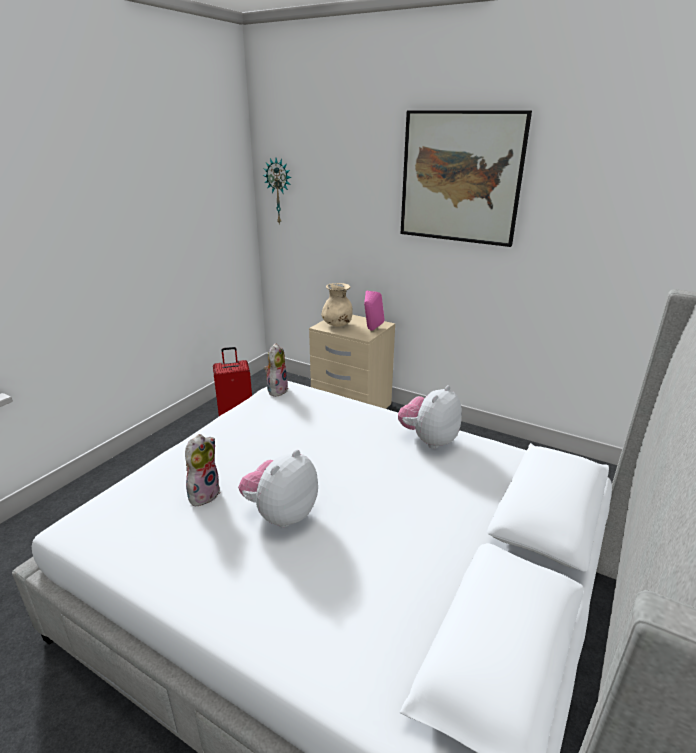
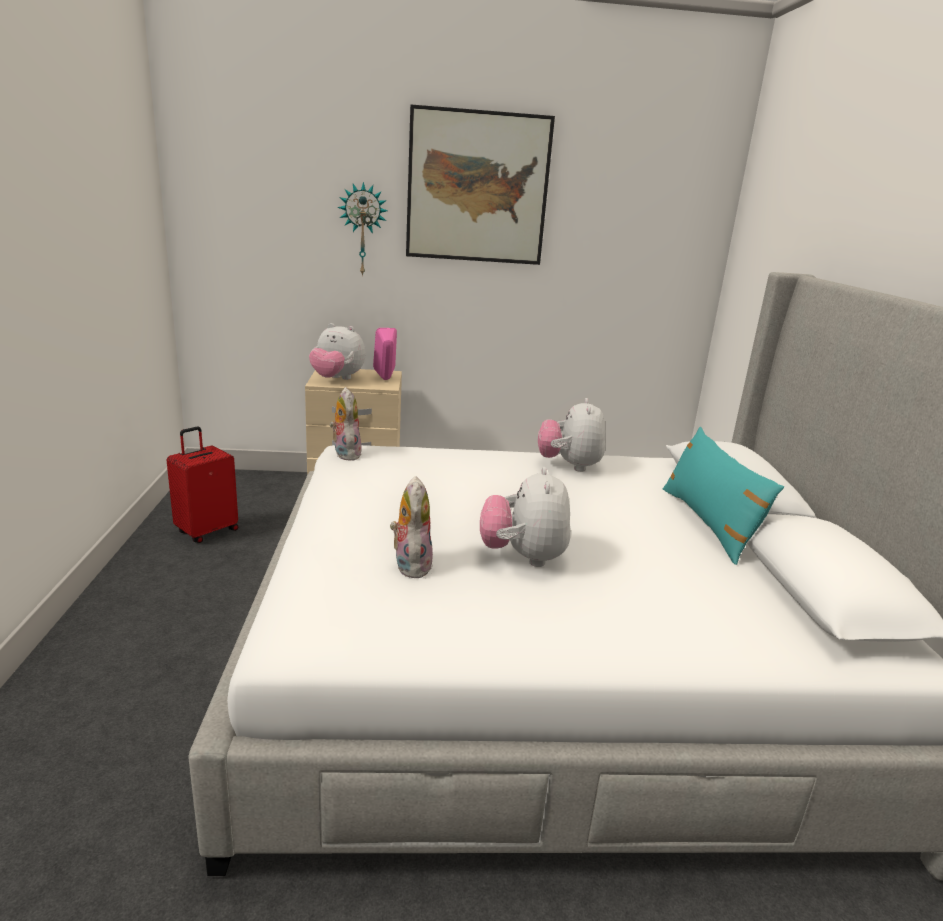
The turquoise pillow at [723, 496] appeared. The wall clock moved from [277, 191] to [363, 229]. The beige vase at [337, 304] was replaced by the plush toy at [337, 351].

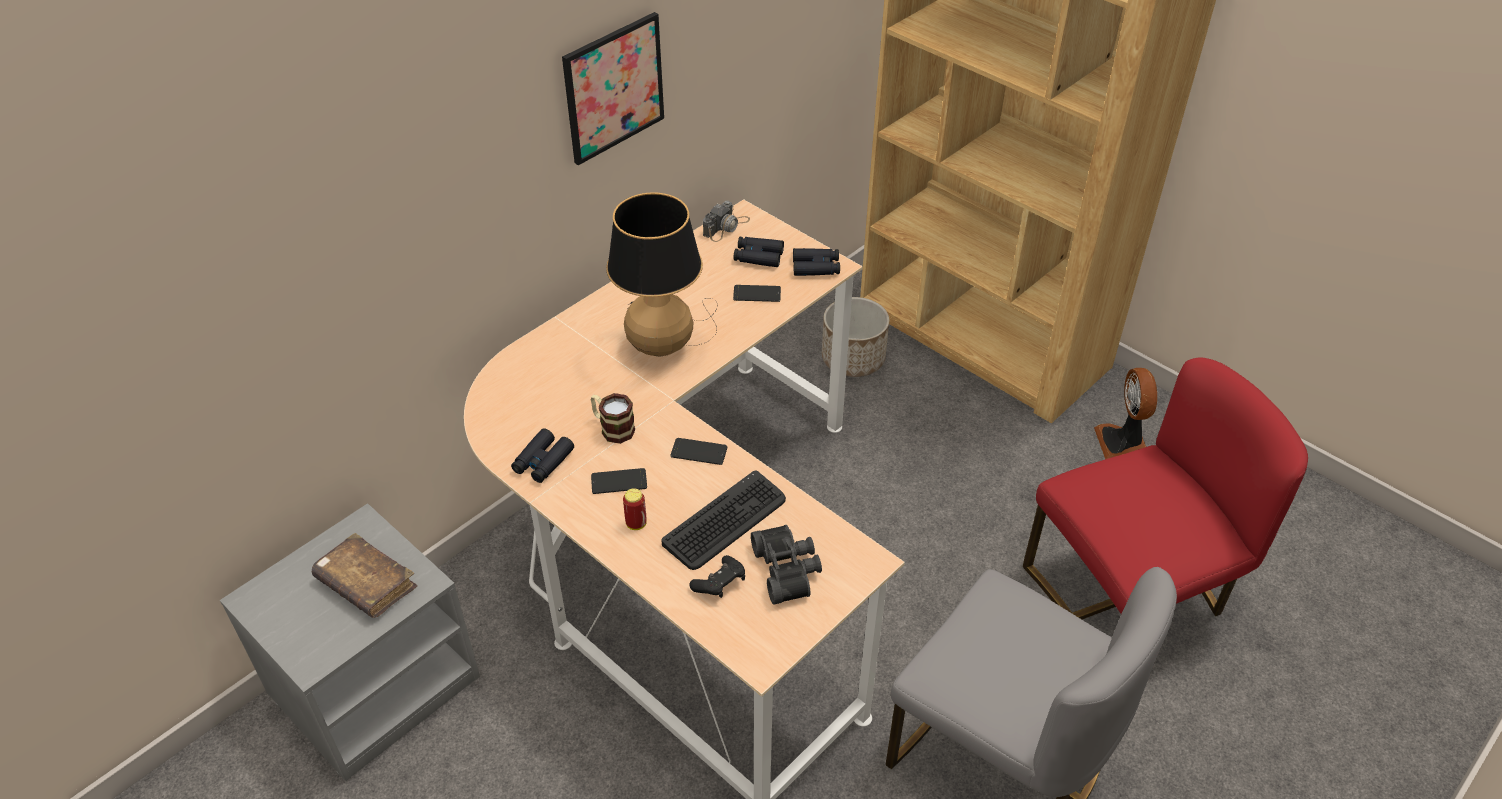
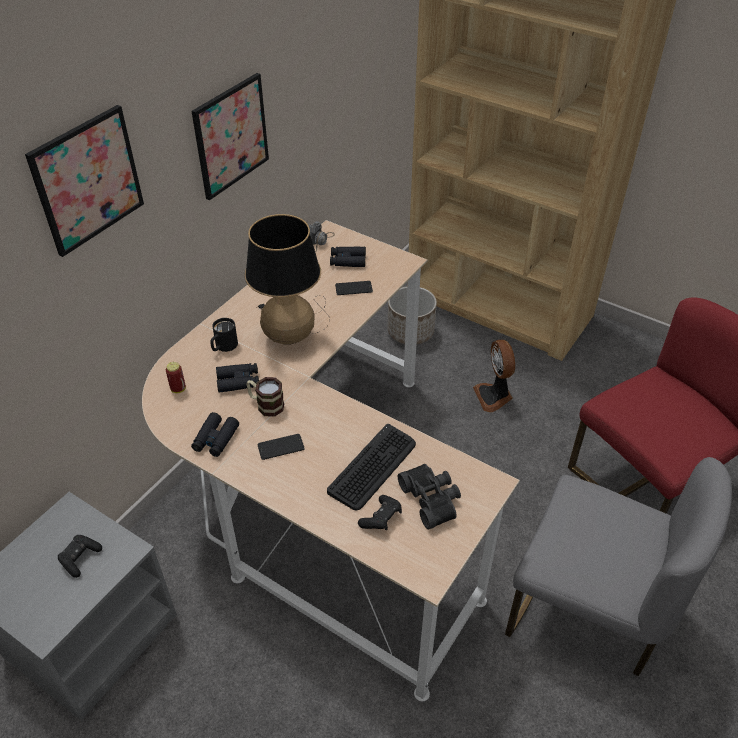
The phone at [698, 451] disappeared. The picture at [84, 181] appeared. The black mug at [224, 335] appeared. The can moved from [635, 509] to [176, 377]. The black binoculars moved from [816, 262] to [237, 378]. The fan moved from [1125, 413] to [494, 376]. The brown book at [365, 575] was replaced by the black game controller at [80, 556].

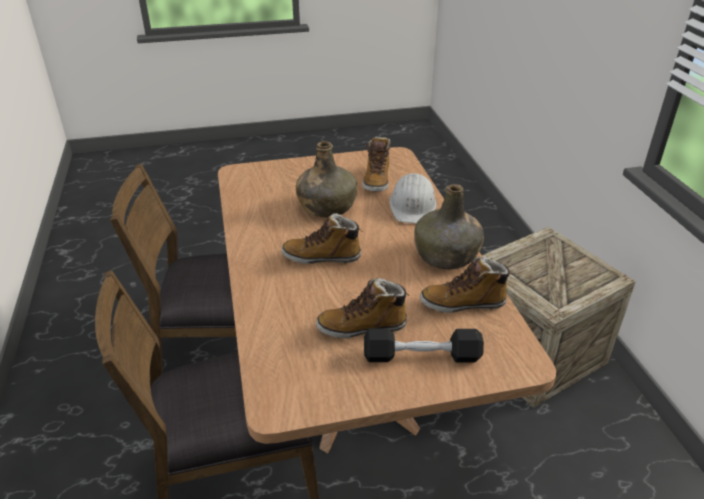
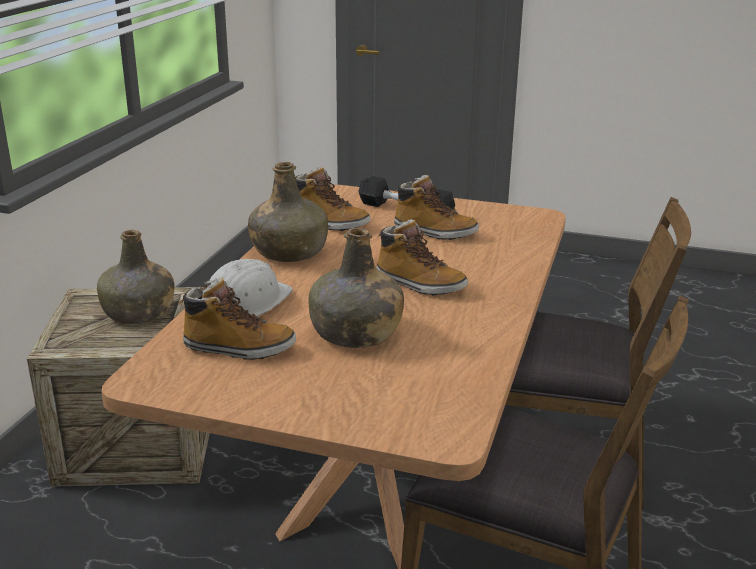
The green bottle at [136, 277] appeared. The boot at [376, 164] turned 60 degrees clockwise.

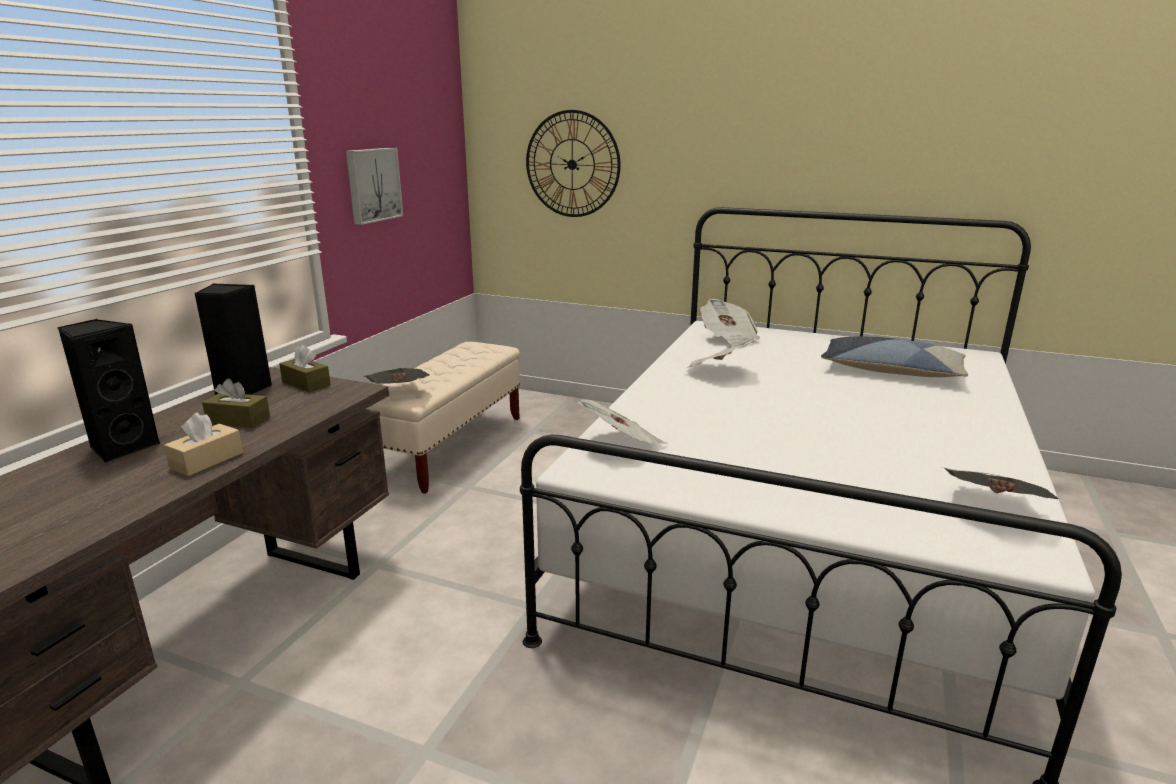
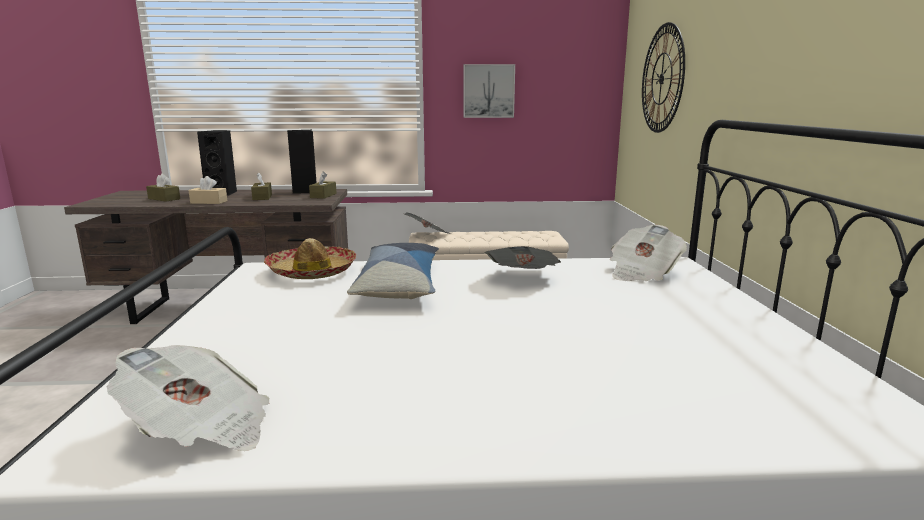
The brown tissue box at [163, 187] appeared. The pillow moved from [894, 357] to [393, 271]. The newspaper at [622, 421] was replaced by the hat at [310, 258].

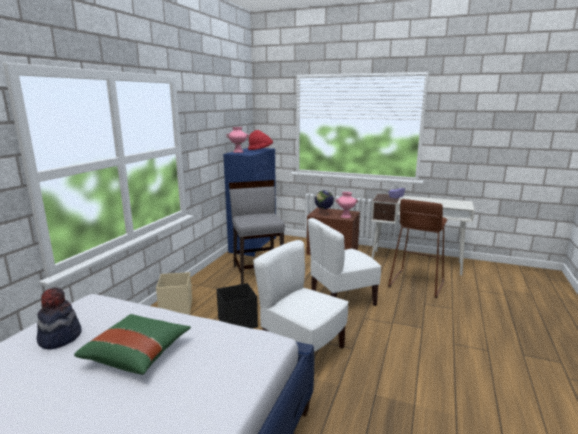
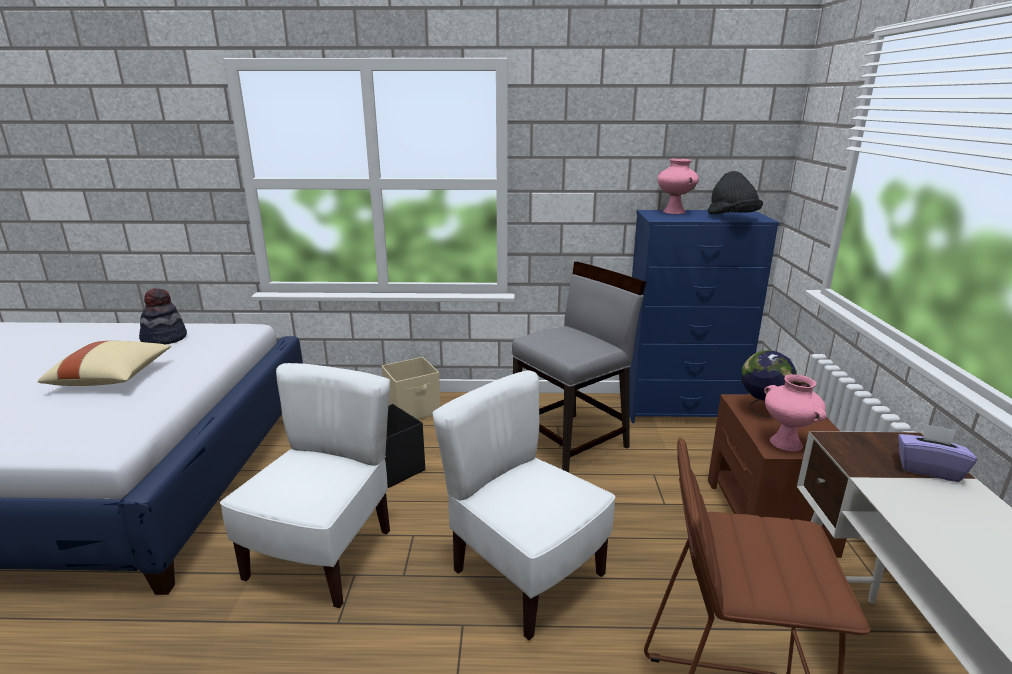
The green pillow at [132, 344] became the beige pillow at [104, 363]. The red hat at [260, 140] became the black hat at [735, 192].

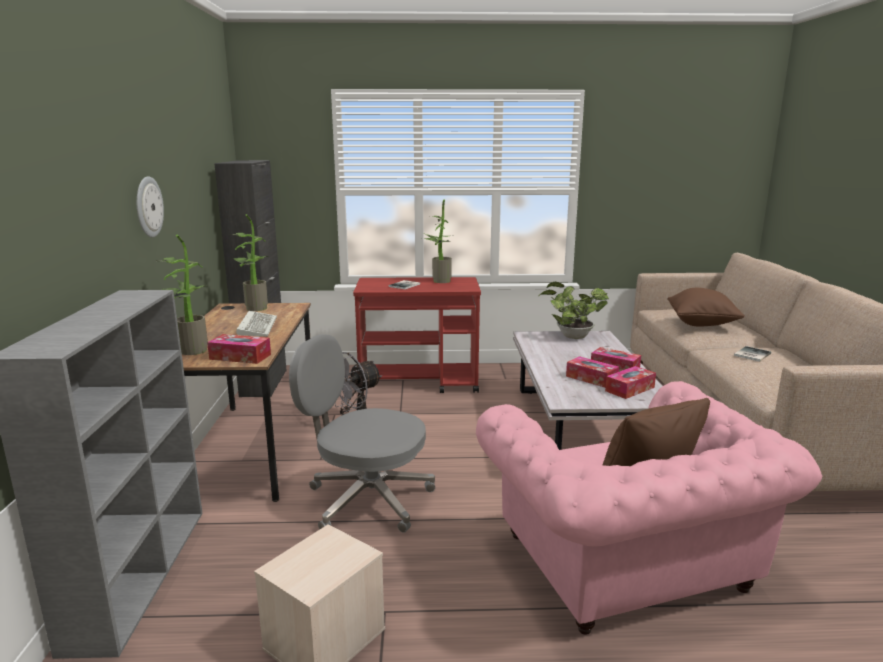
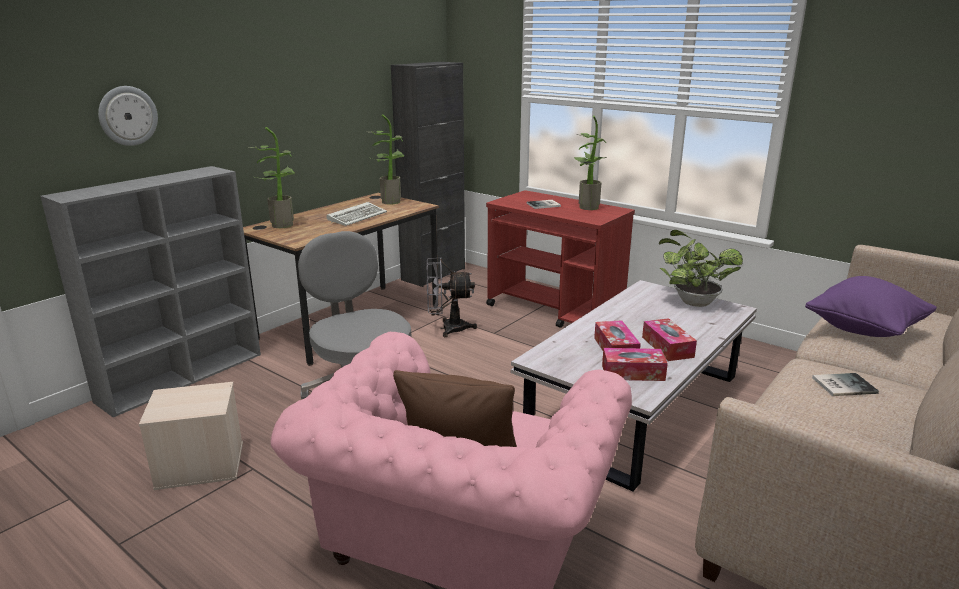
The tissue box at [239, 349] disappeared. The wall clock moved from [150, 207] to [128, 116]. The brown pillow at [706, 307] became the purple pillow at [871, 306].

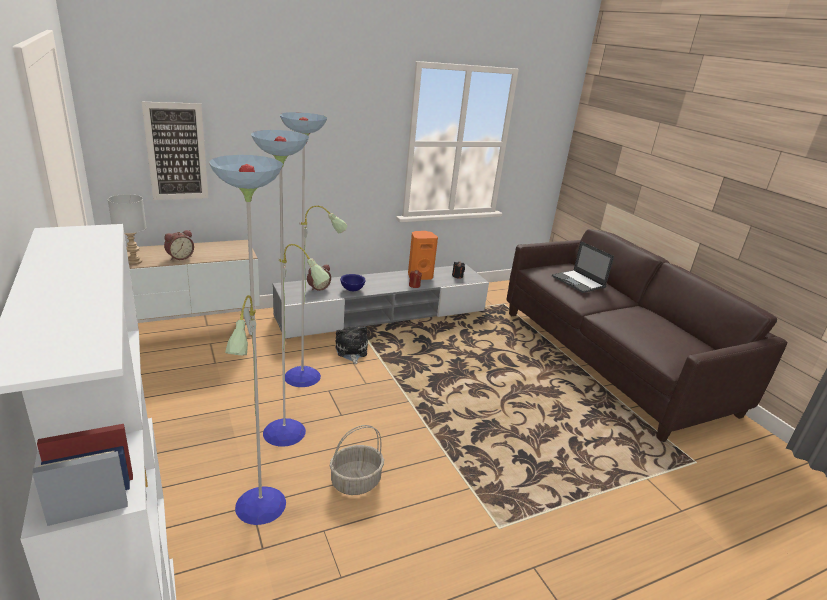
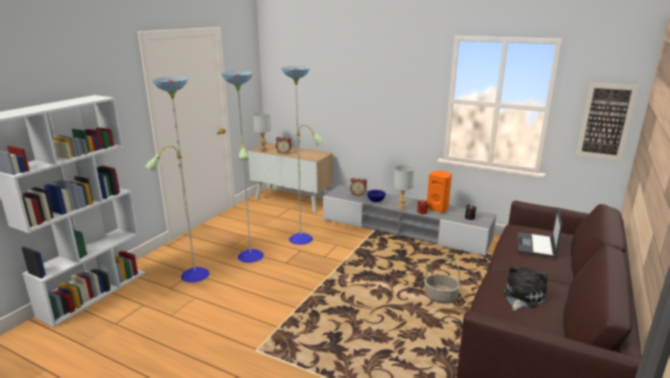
The grey table lamp at [404, 187] appeared. The picture moved from [175, 151] to [607, 122]. The basket moved from [357, 460] to [442, 279]. The plush toy moved from [351, 345] to [525, 288].

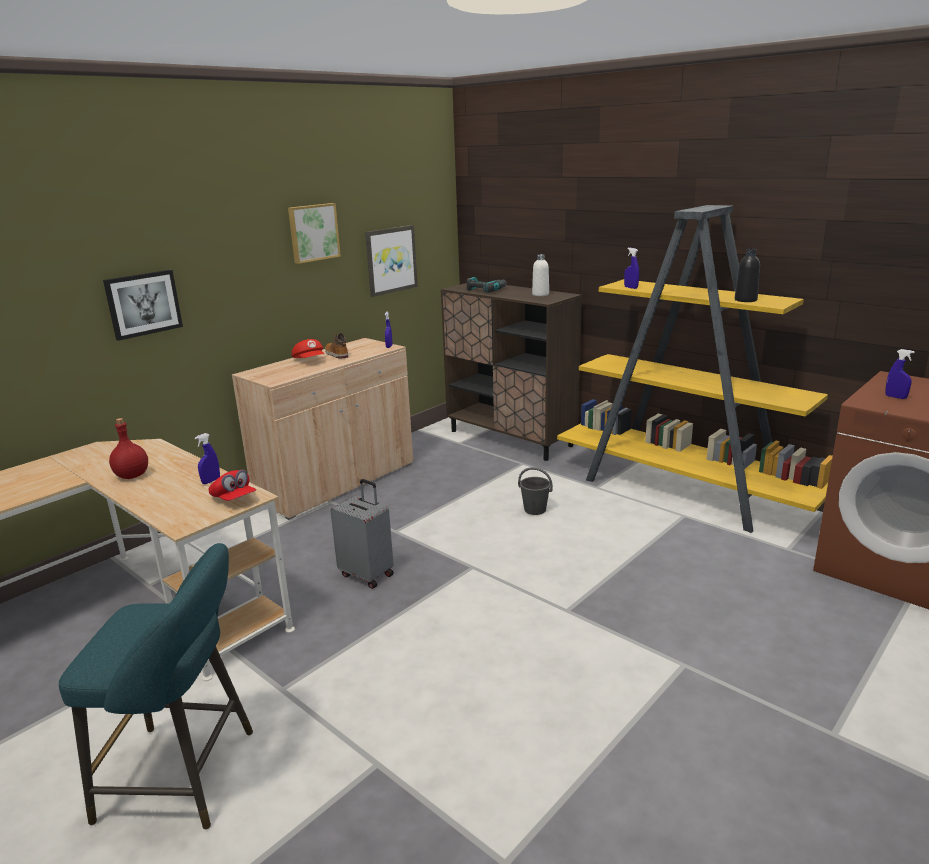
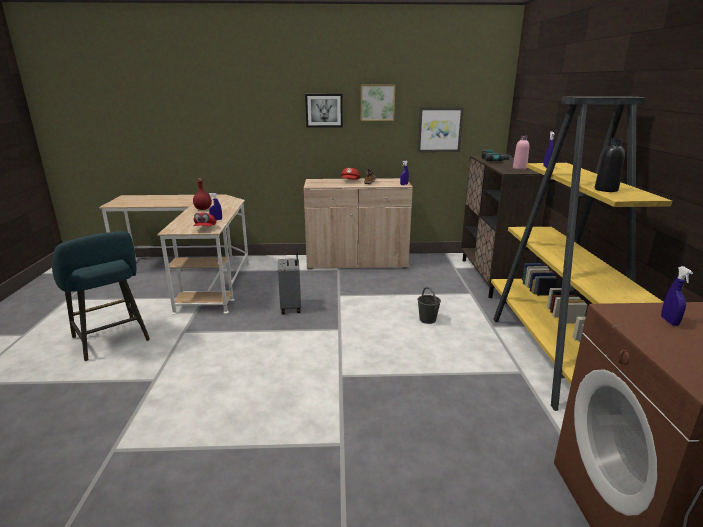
The picture moved from [143, 305] to [324, 111]. The white bottle at [540, 275] became the pink bottle at [521, 152].

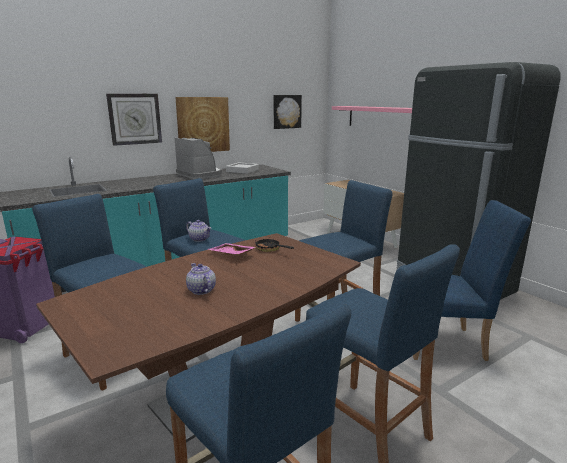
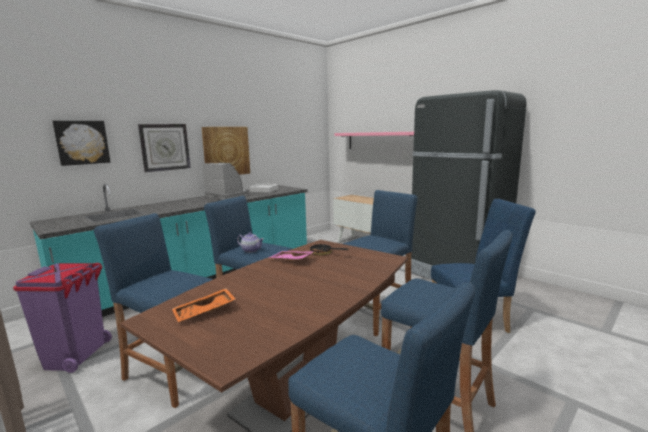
The teapot at [201, 279] disappeared. The orange tray at [204, 305] appeared. The picture moved from [287, 112] to [81, 143].

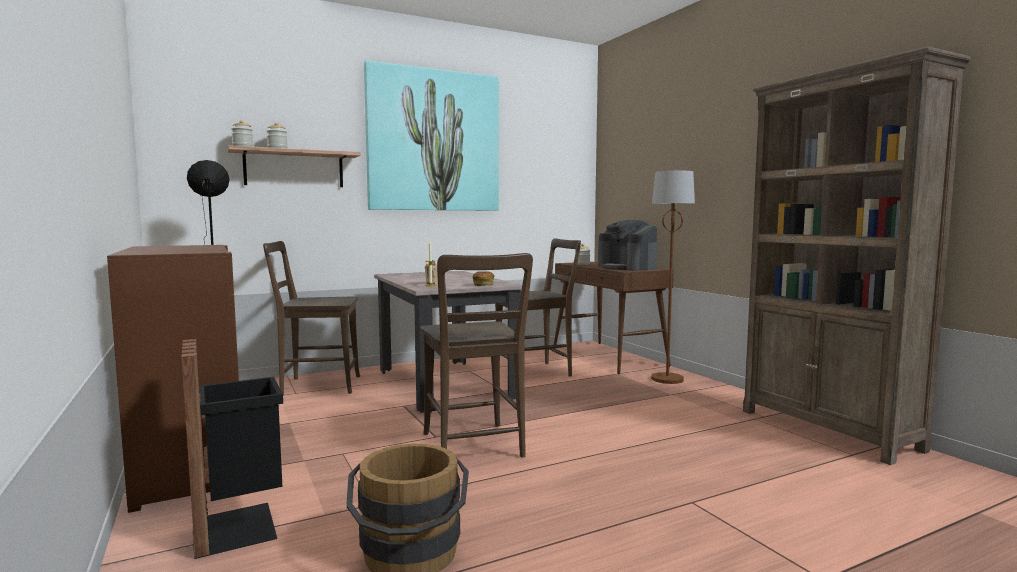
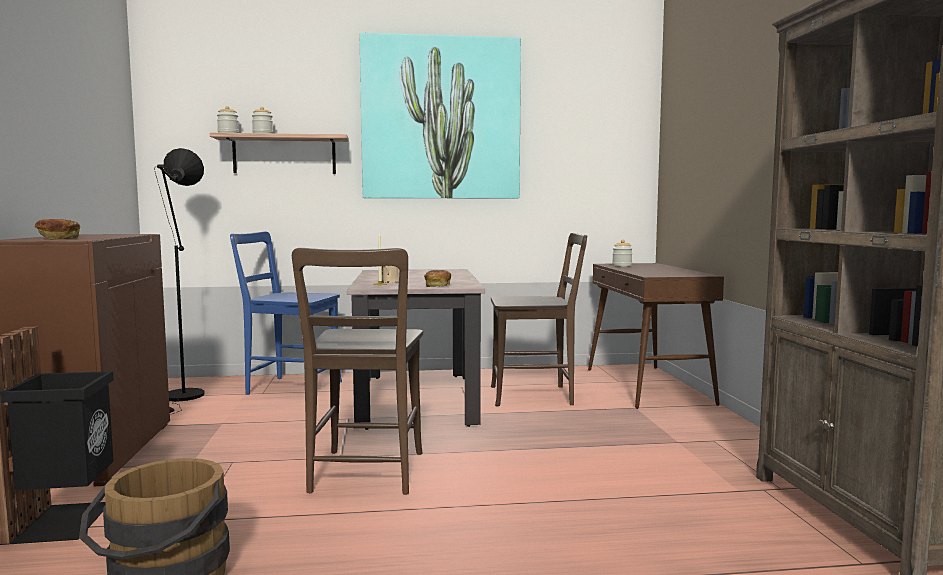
The coffee machine at [627, 245] disappeared. The brown floor lamp at [673, 277] disappeared. The bread at [57, 229] appeared. The brown chair at [311, 318] became the blue chair at [286, 313].

